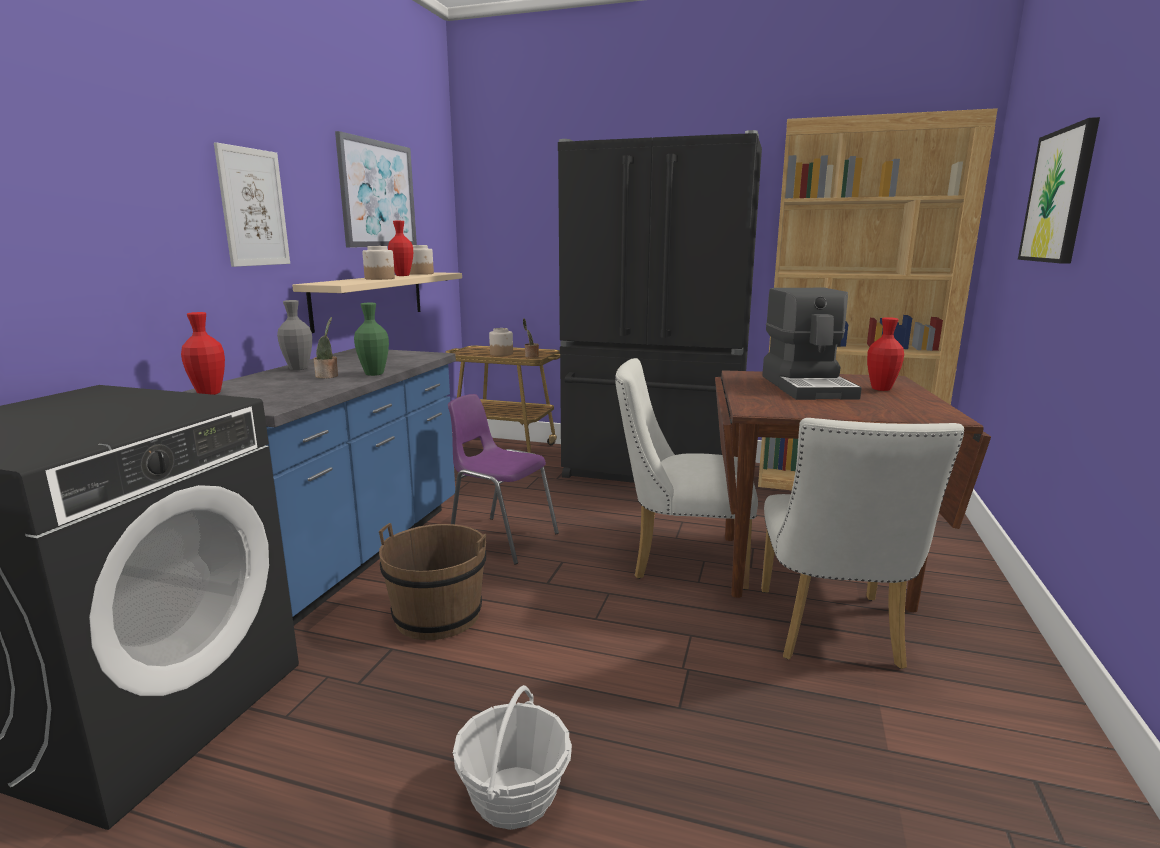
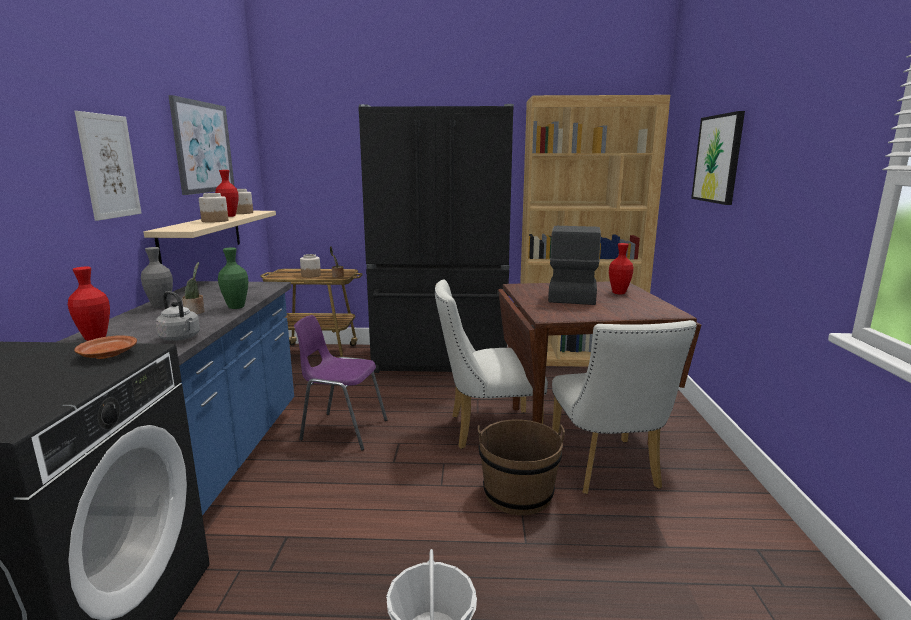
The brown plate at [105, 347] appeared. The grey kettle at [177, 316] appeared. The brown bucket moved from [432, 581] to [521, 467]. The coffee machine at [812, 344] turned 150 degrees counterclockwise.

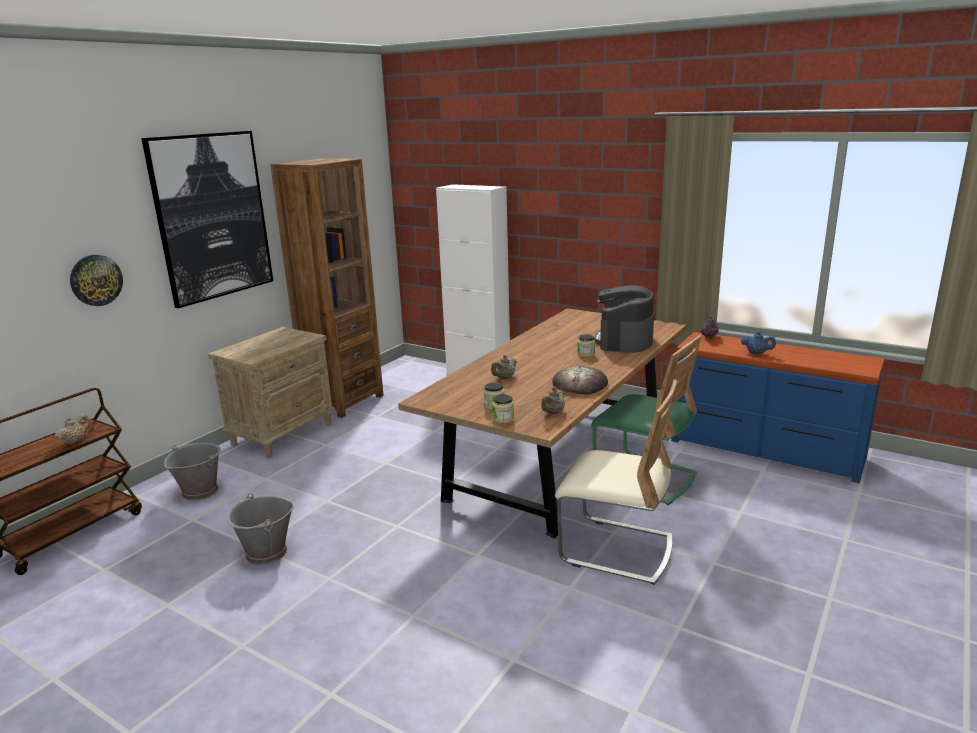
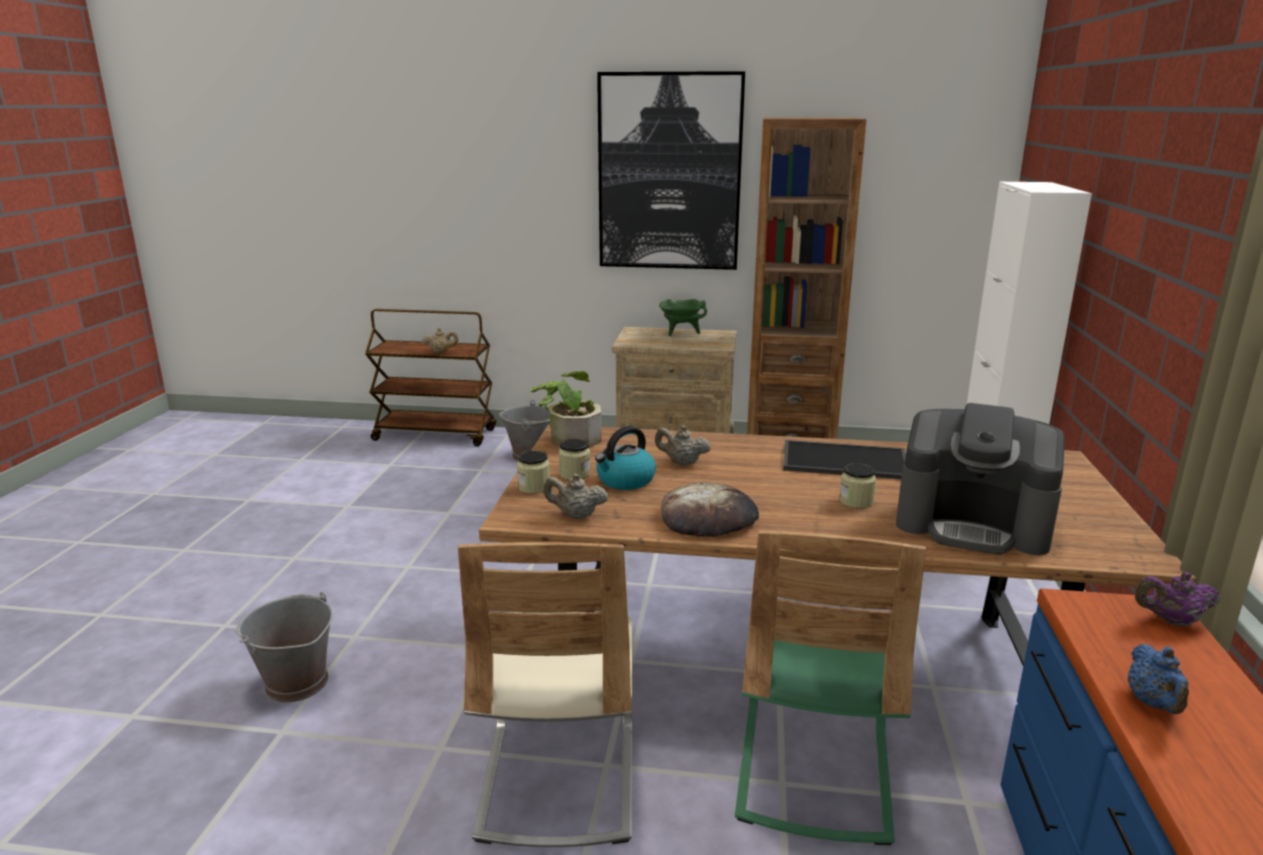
The wall clock at [96, 280] disappeared. The potted plant at [566, 409] appeared. The kettle at [625, 458] appeared. The green cooking pot at [683, 317] appeared. The tray at [844, 459] appeared. The grey bucket moved from [260, 529] to [283, 647]. The coffee machine at [624, 319] turned 150 degrees counterclockwise.

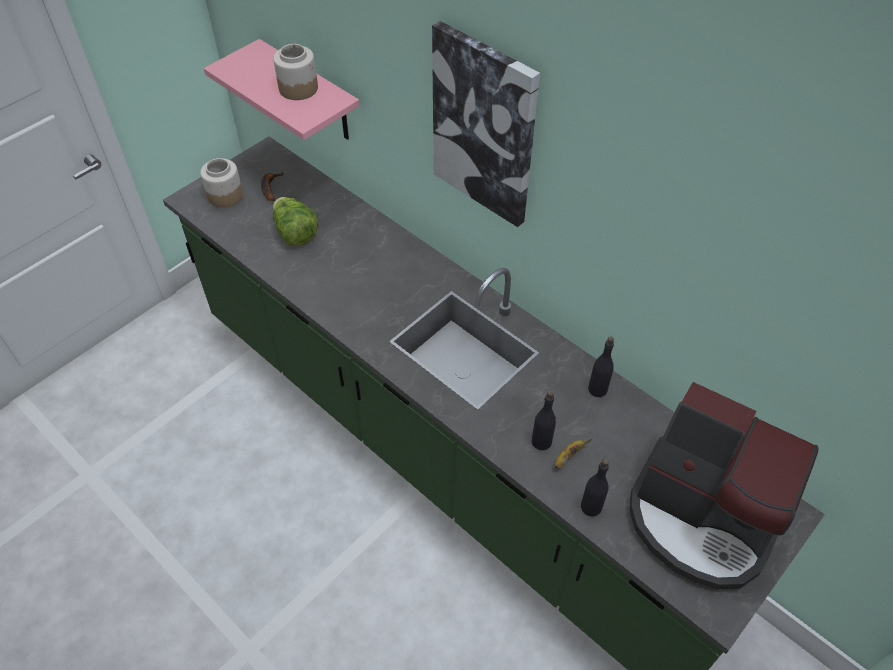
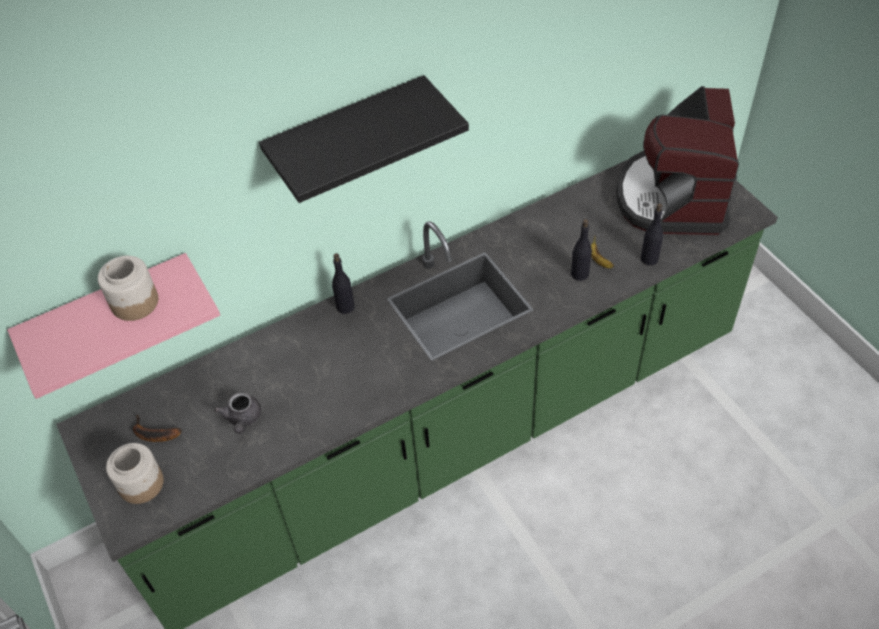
The black bottle moved from [601, 366] to [343, 283]. The lettuce at [295, 221] was replaced by the grey teapot at [237, 413]. The picture at [486, 124] was replaced by the black shelf at [364, 139]. The coffee machine at [724, 485] turned 135 degrees clockwise.

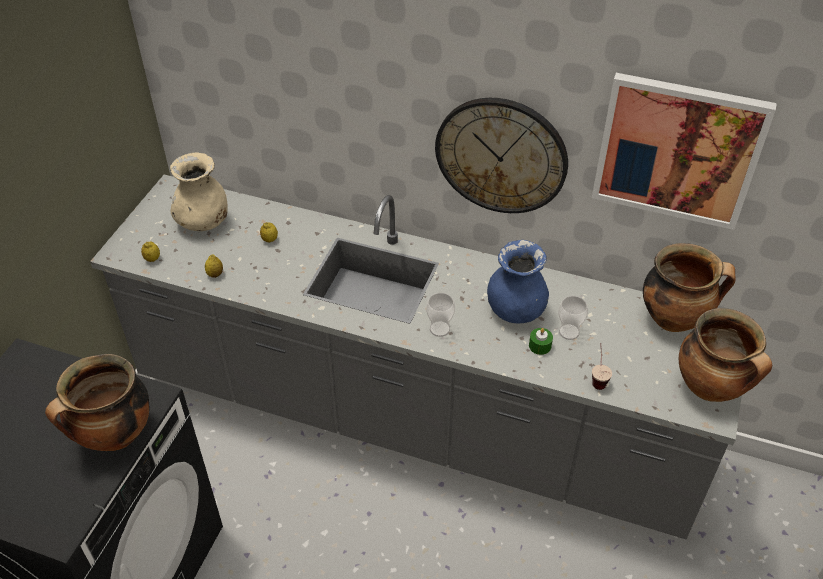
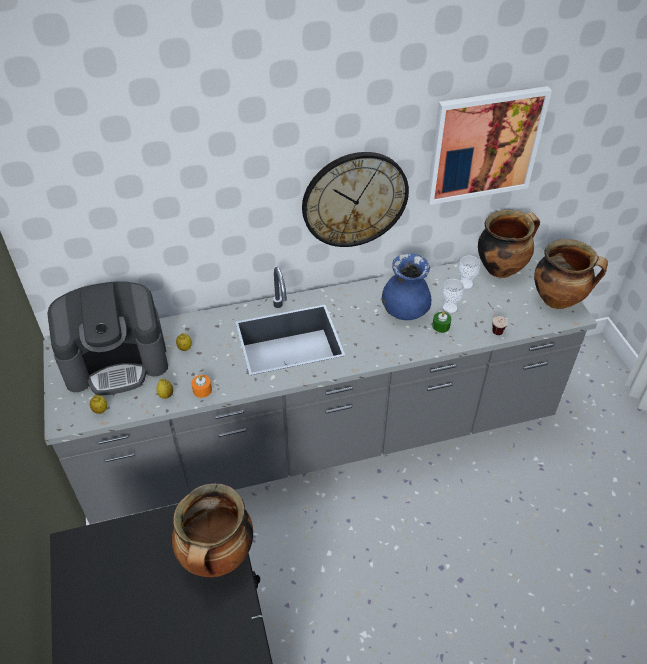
The orange candle at [201, 386] appeared. The cup moved from [440, 315] to [469, 273]. The beige vase at [198, 191] was replaced by the coffee machine at [107, 338].

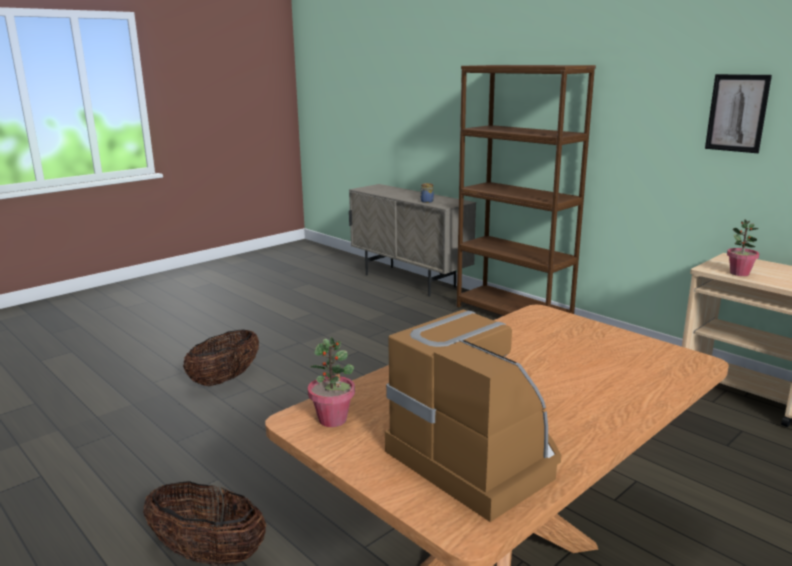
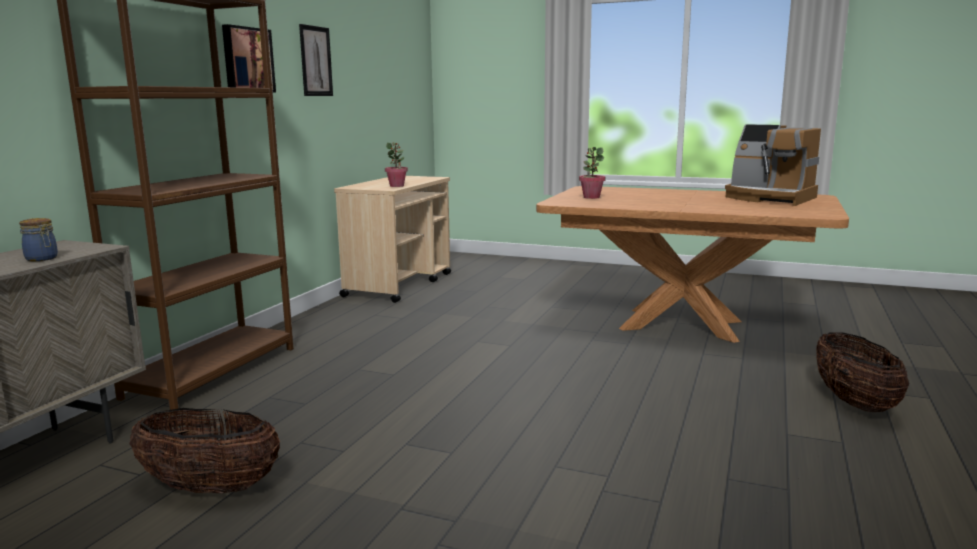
The picture at [249, 58] appeared. The basket moved from [221, 357] to [204, 450]. The potted plant moved from [331, 382] to [592, 173]. The coffee machine at [473, 416] turned 75 degrees counterclockwise.

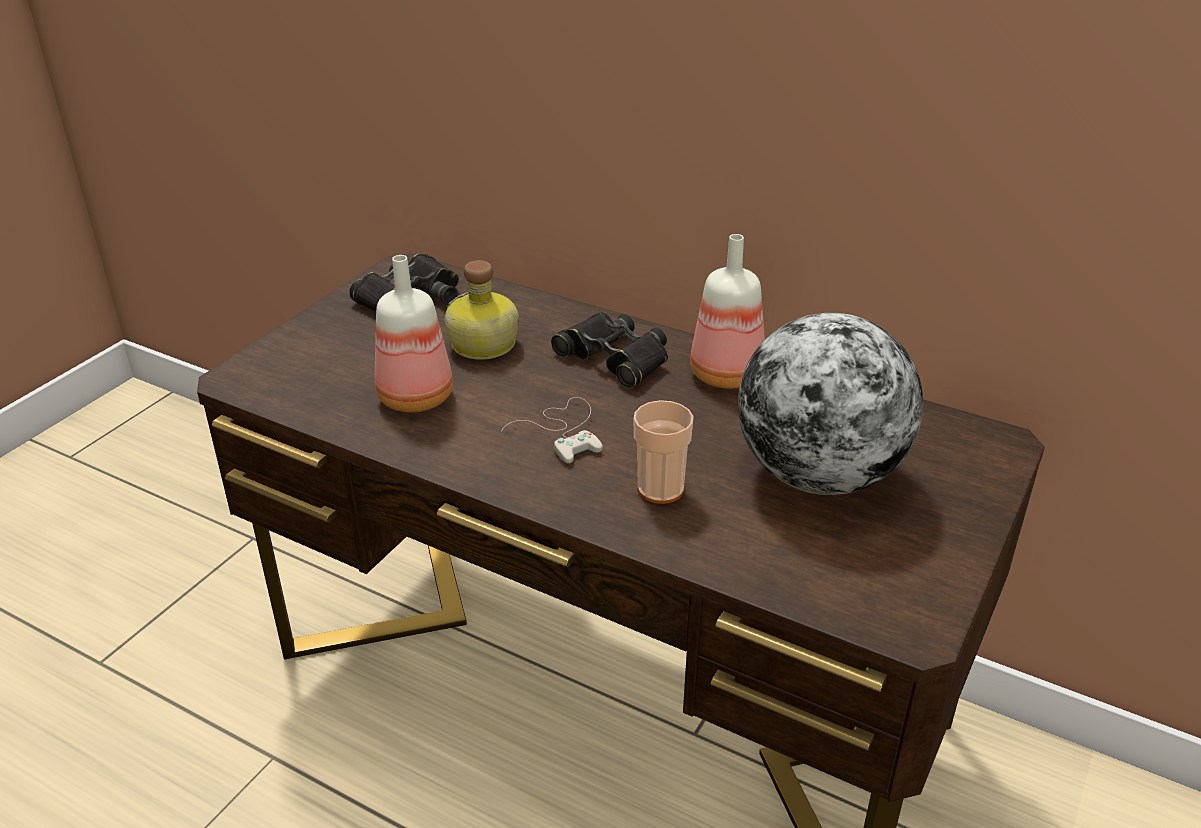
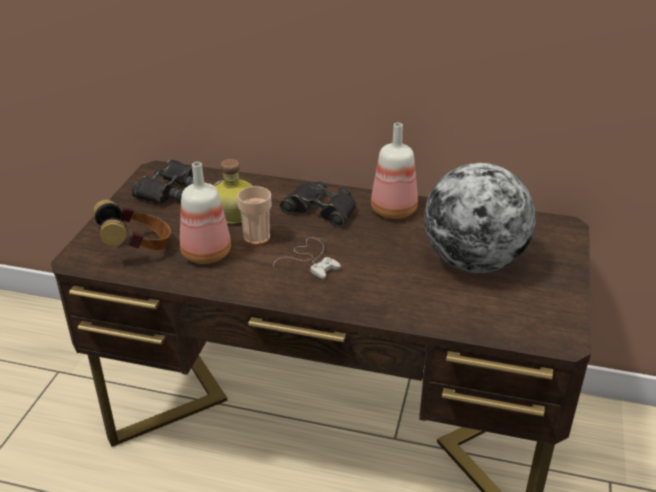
The headphones at [132, 224] appeared. The cup moved from [663, 452] to [254, 216].

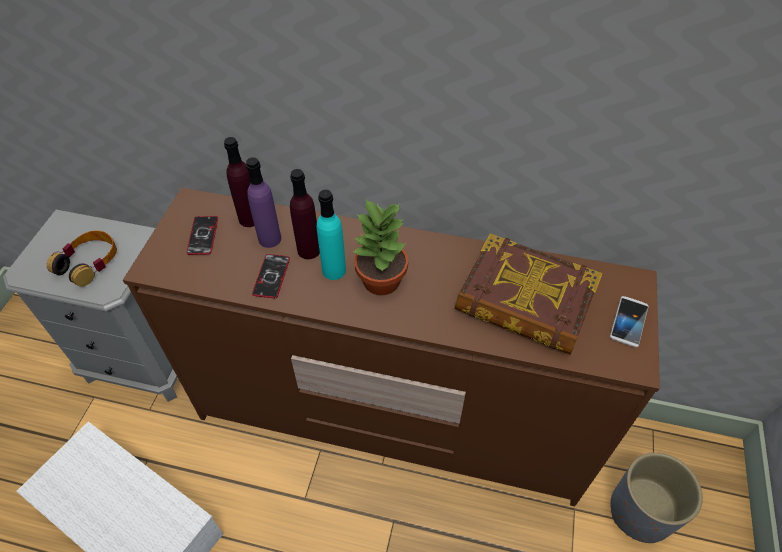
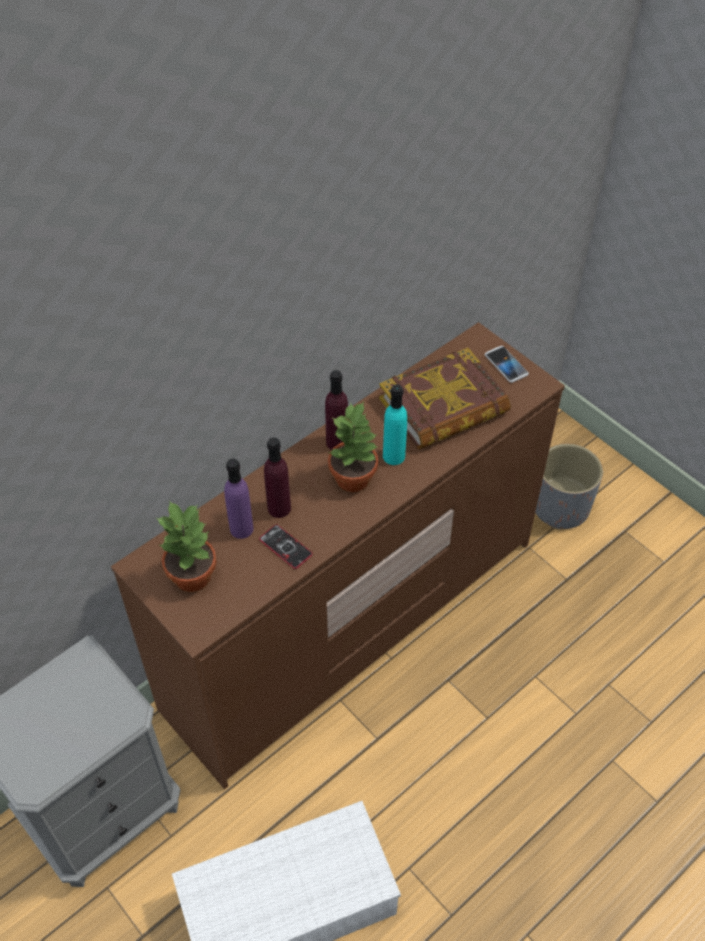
The headphones at [82, 258] disappeared. The purple bottle moved from [239, 182] to [336, 410]. The turquoise bottle moved from [331, 235] to [395, 424]. The phone at [202, 235] was replaced by the potted plant at [186, 546].

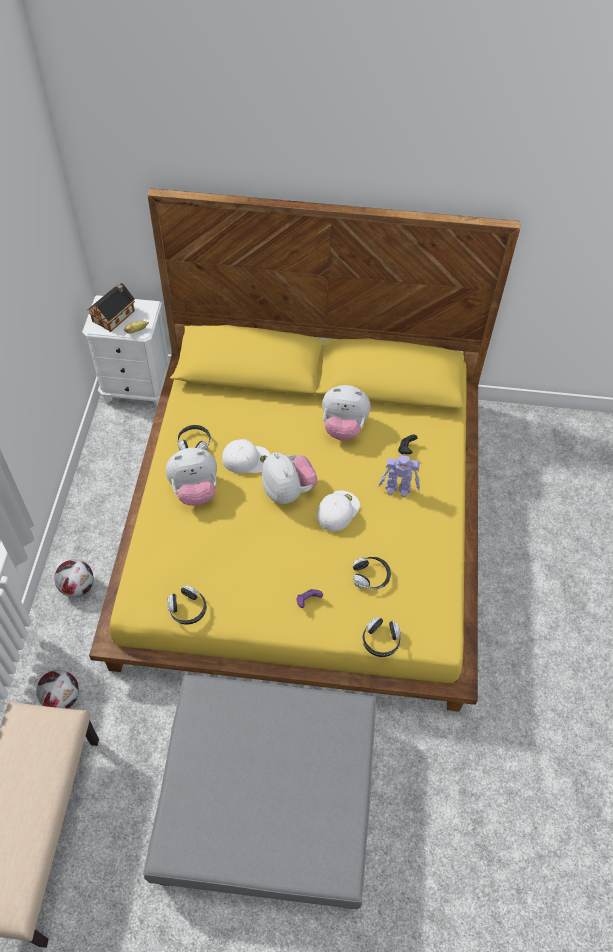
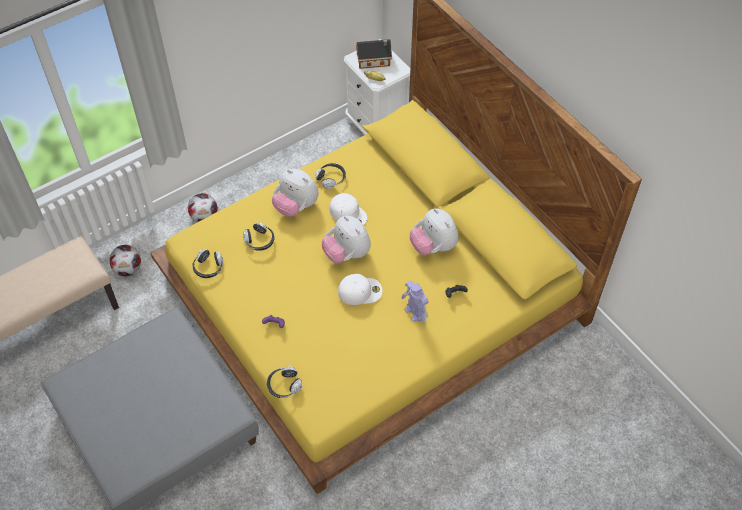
The headphones moved from [371, 573] to [259, 236]. The plush toy at [290, 478] turned 120 degrees clockwise.

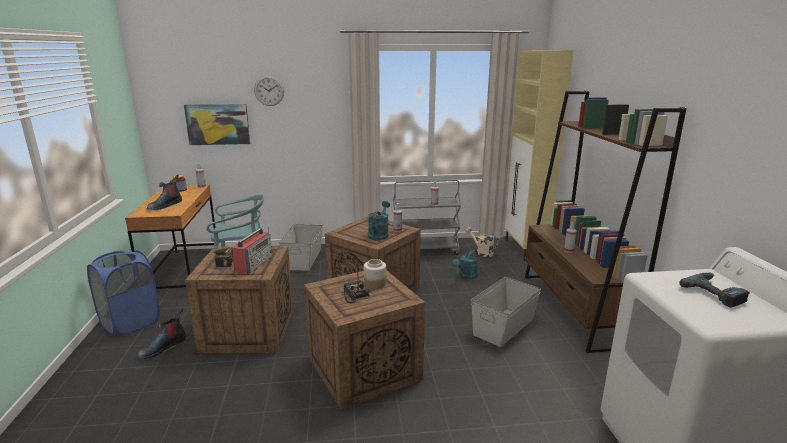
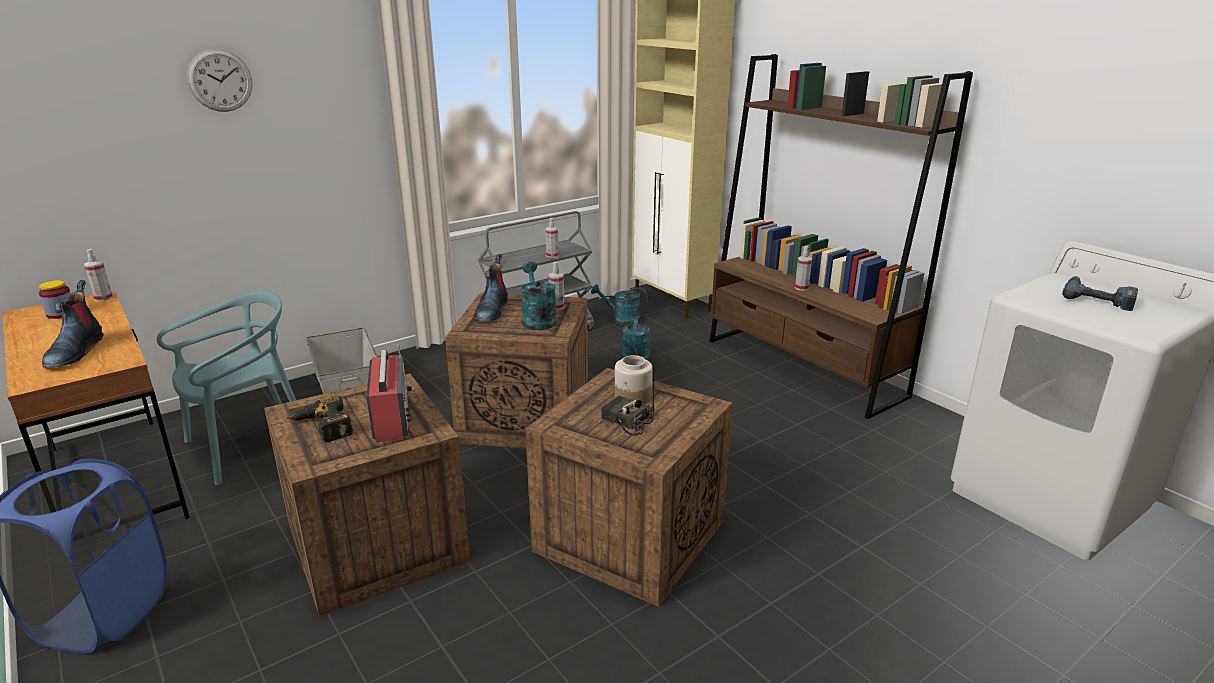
The picture at [217, 124] disappeared. The grey storage box at [506, 312] disappeared. The boot moved from [162, 334] to [490, 287]. The beige watering can at [482, 242] became the turquoise watering can at [619, 304].

